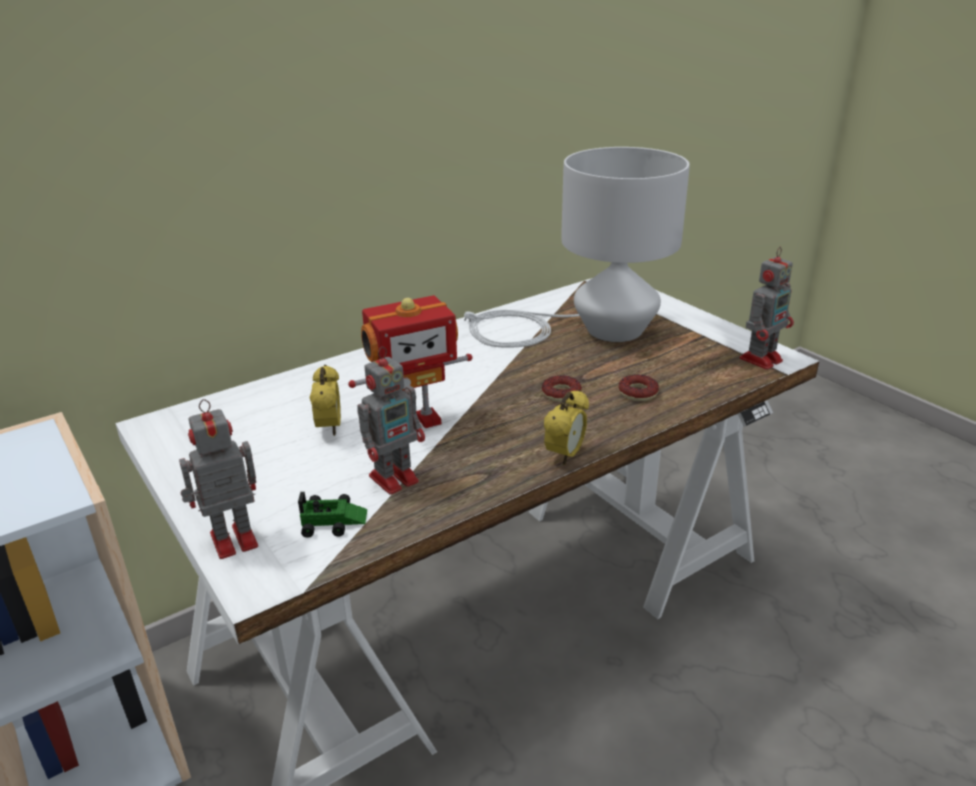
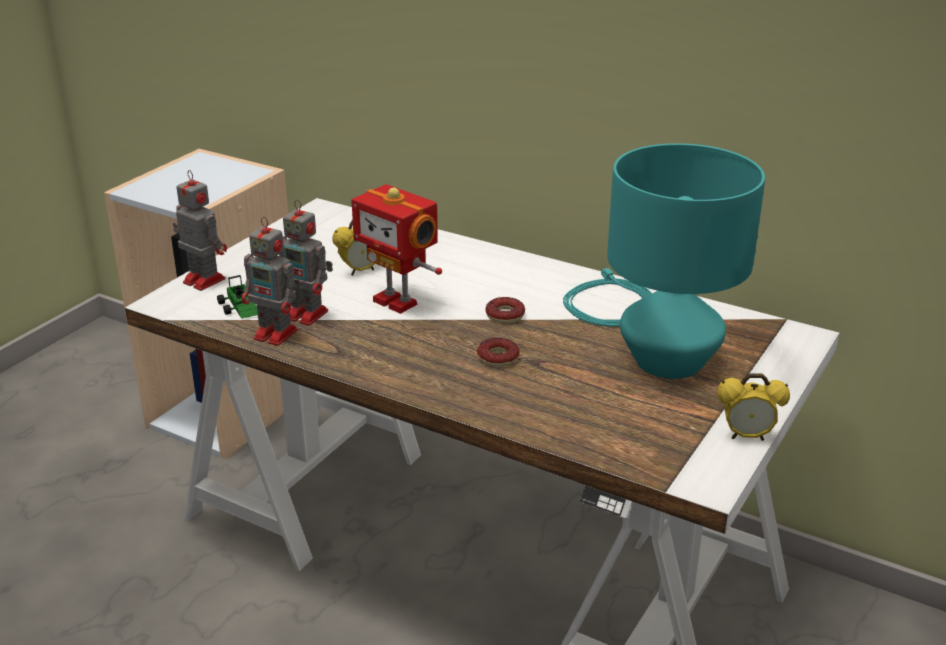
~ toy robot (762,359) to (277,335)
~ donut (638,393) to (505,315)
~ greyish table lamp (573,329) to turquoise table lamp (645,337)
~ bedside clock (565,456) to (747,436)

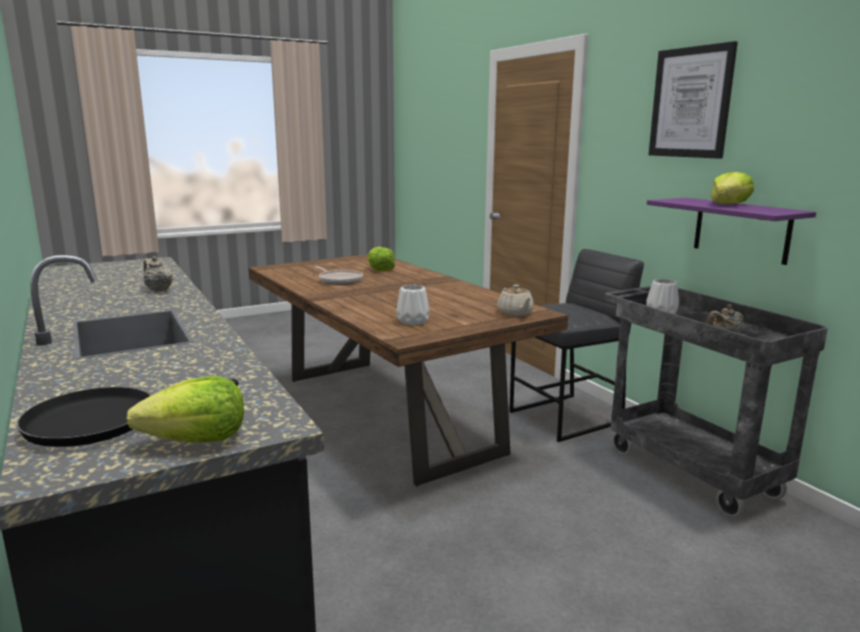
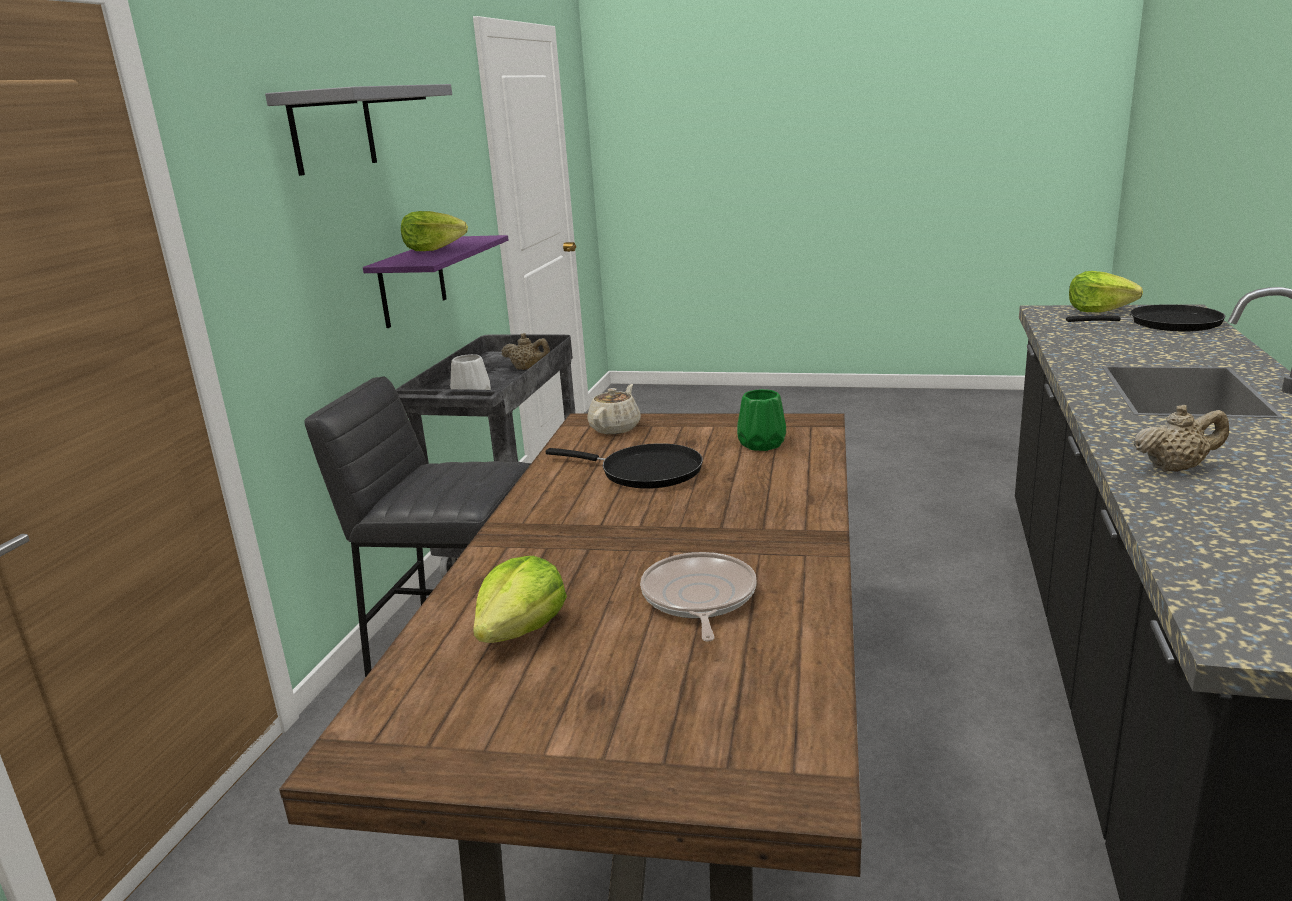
~ wall art (691,103) to greyish bracket shelf (332,130)
+ black pan (644,472)
~ white-coloured flower vase (413,321) to greenish flower vase (760,444)
~ sand-coloured pot for tea (158,290) = (1175,468) 90 degrees counterclockwise

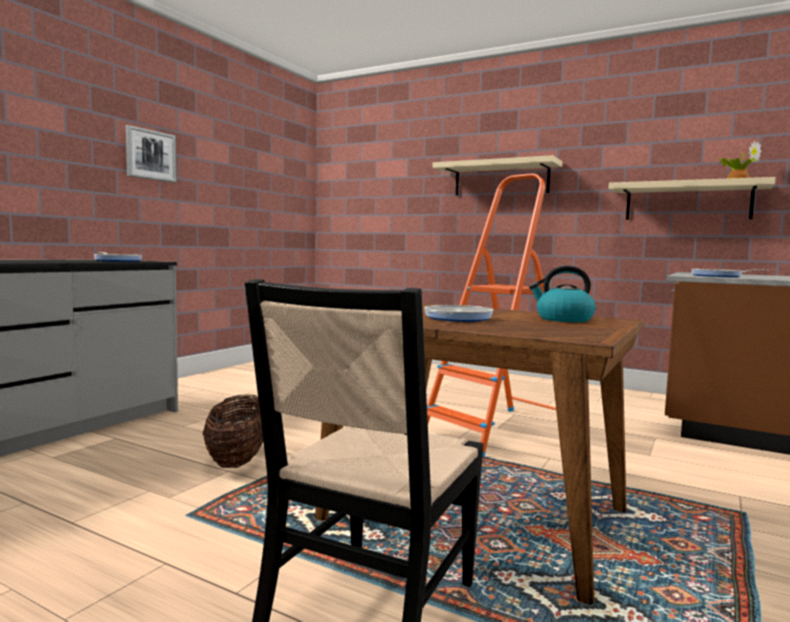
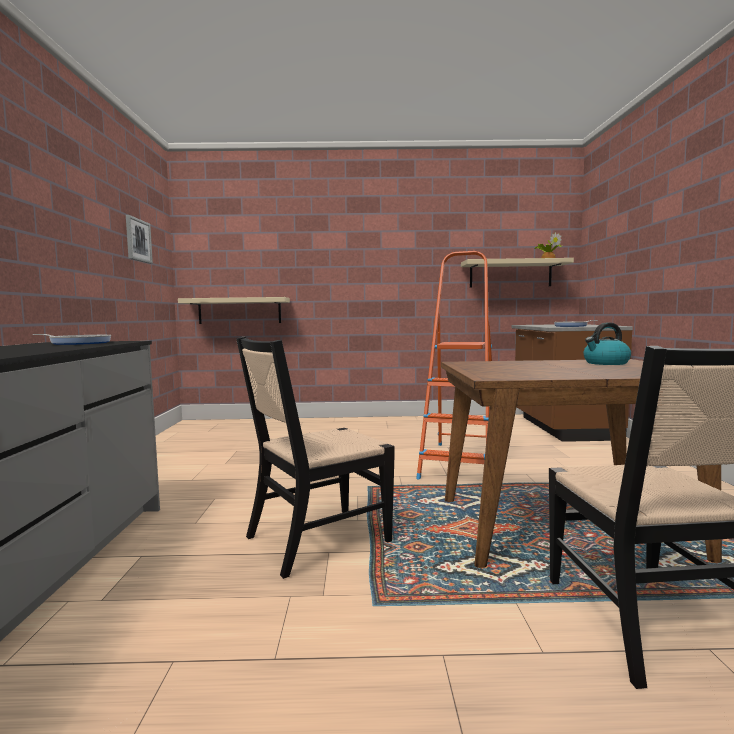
~ wall art (150,155) to (138,240)
~ sand-coloured bracket shelf (501,179) to (239,311)
~ basket (238,460) to upright chair (317,540)
- pan (455,318)

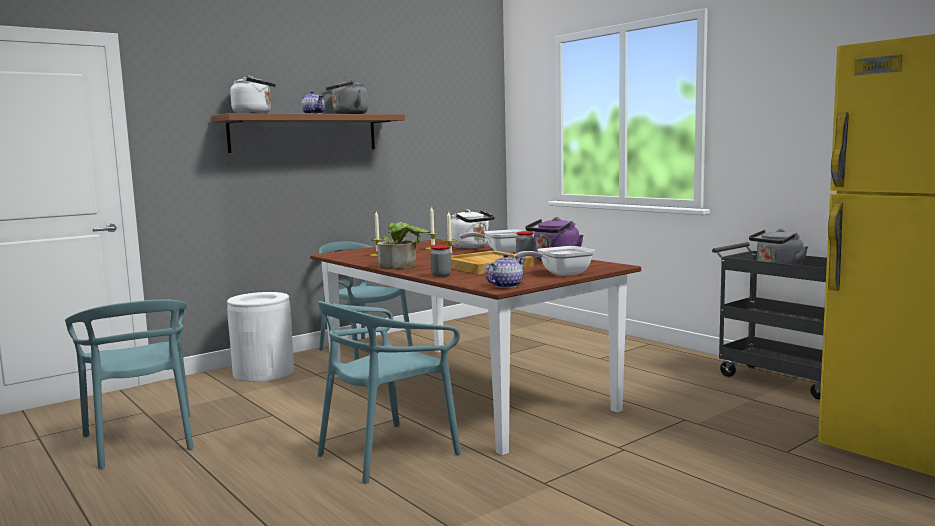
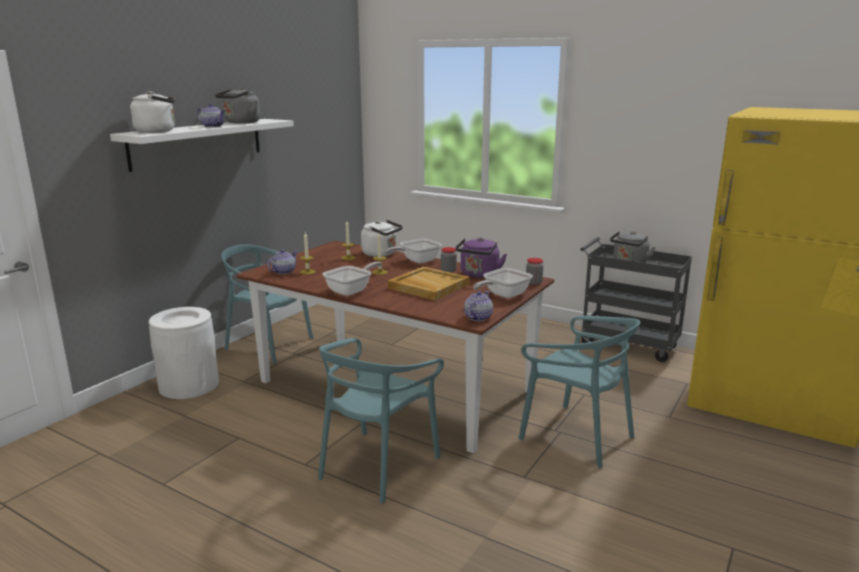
~ brownish bracket shelf (304,133) to white-coloured bracket shelf (198,143)
+ pot for tea (283,272)
~ houseplant (402,266) to pan (352,290)
~ turquoise upright chair (142,441) to (576,436)
~ jar (441,275) to (533,282)

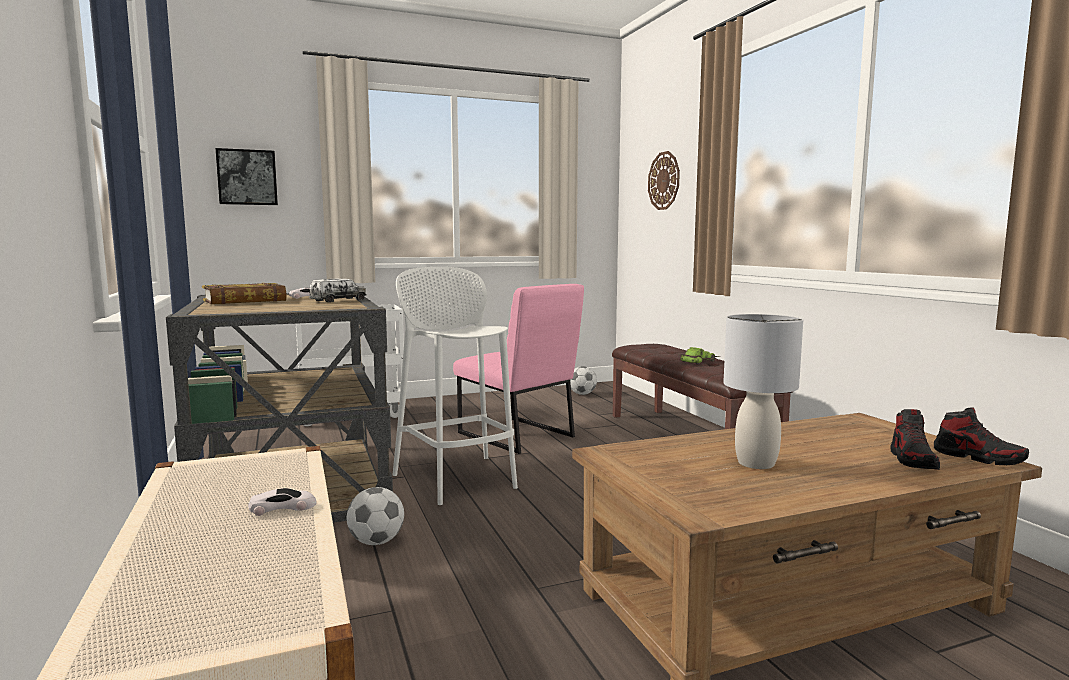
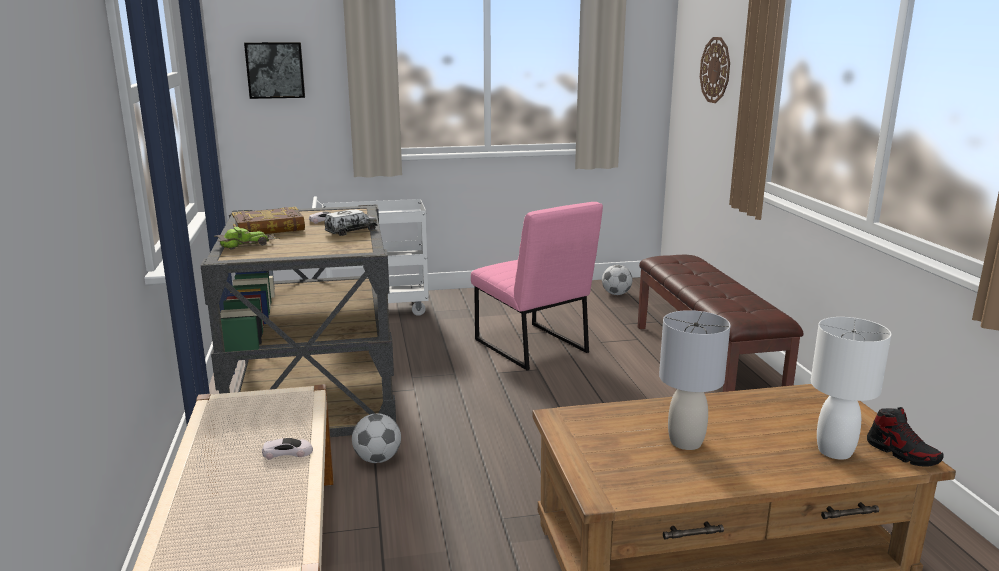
~ model car (699,361) to (247,244)
~ shoe (913,460) to white-coloured table lamp (835,451)
- white-coloured stool (458,479)

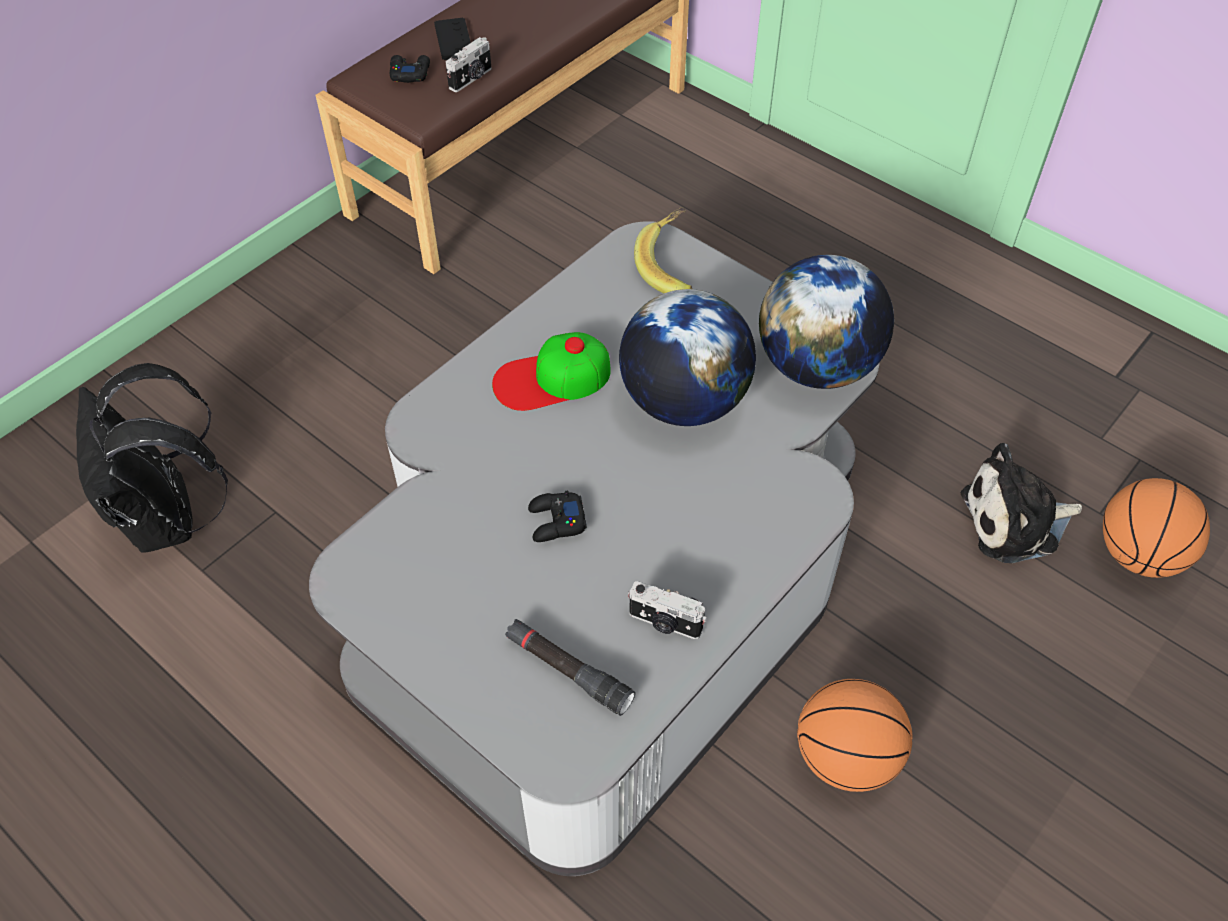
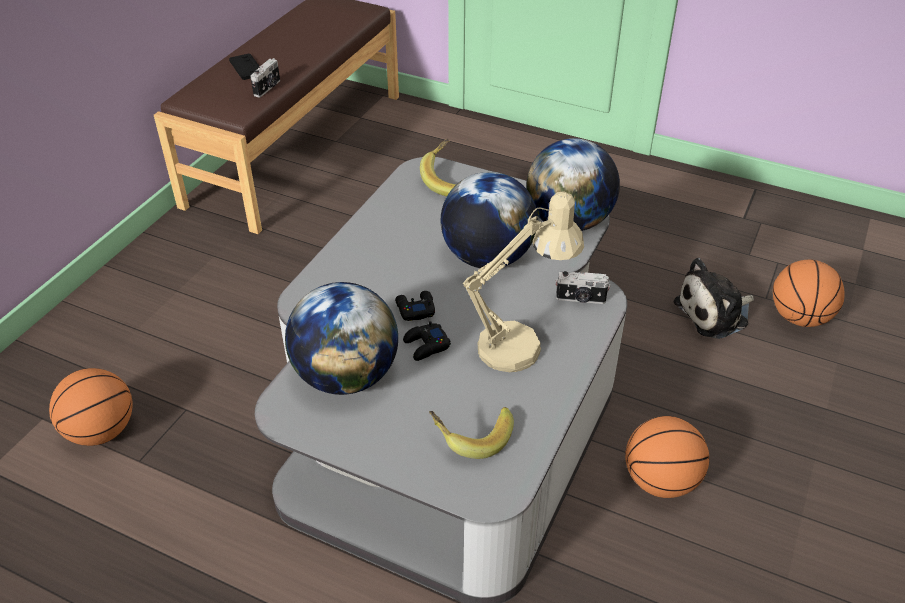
~ black rucksack (169,519) to basketball (101,431)
+ world globe (346,376)
~ black game controller (409,73) to (415,309)
~ black torch (568,671) to banana fruit (471,436)
+ sand-coloured table lamp (521,344)
~ photo camera (665,623) to (580,299)
- baseball cap (551,379)

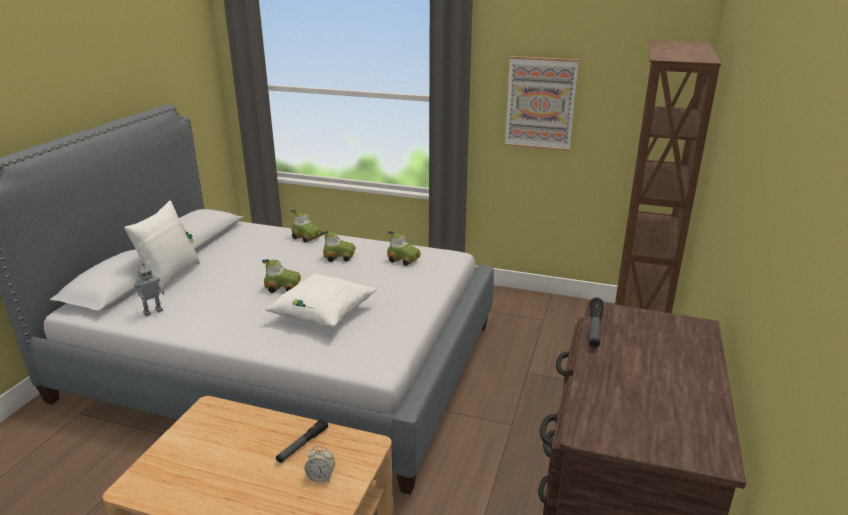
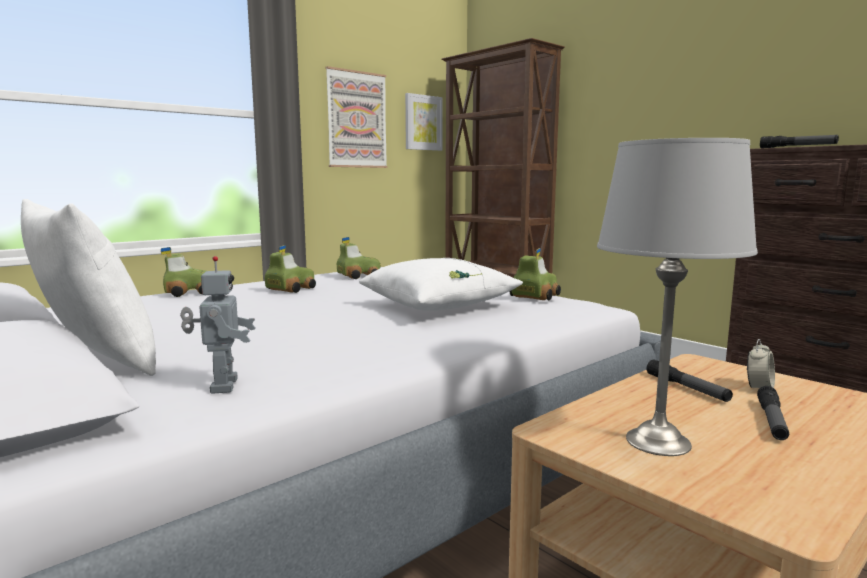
+ wall art (423,122)
~ model car (283,286) to (534,296)
+ greyish table lamp (658,441)
+ torch (772,421)

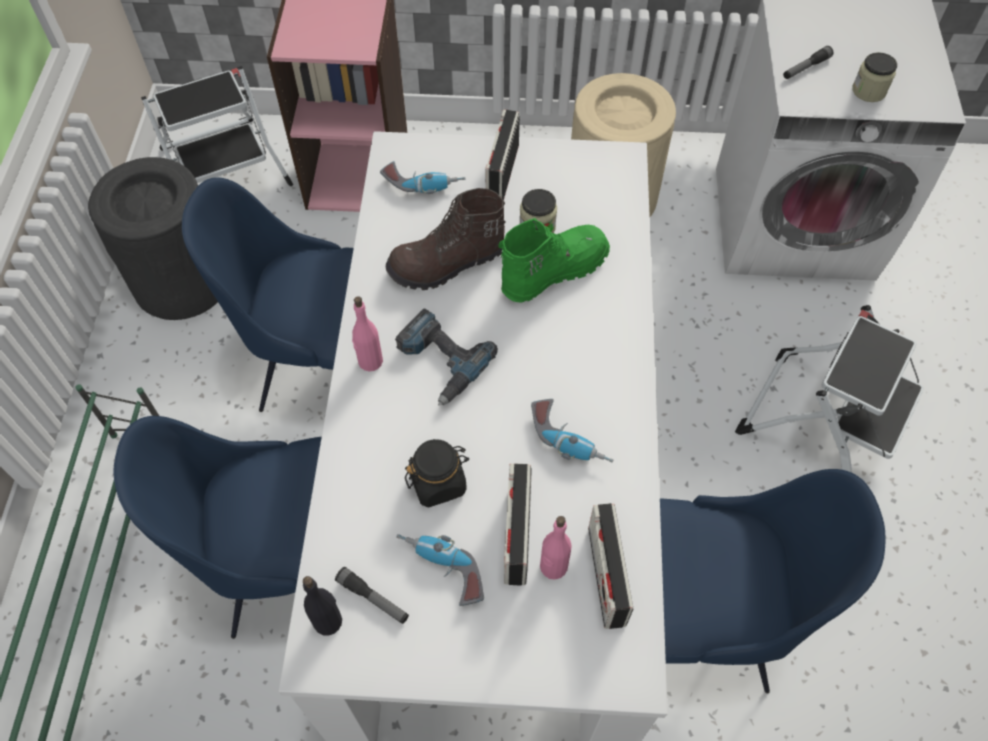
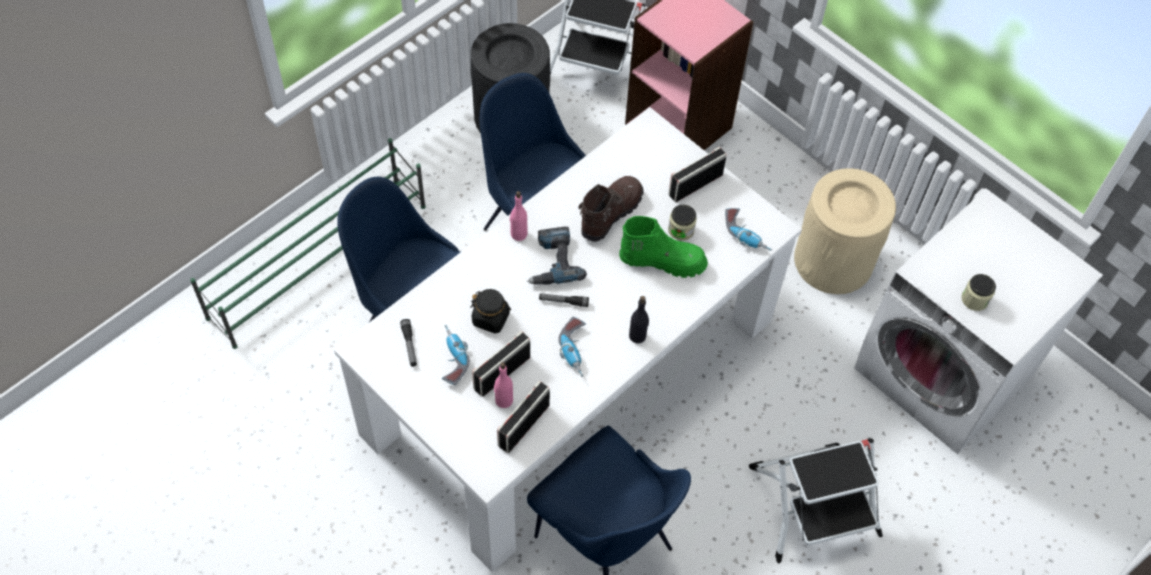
~ torch (805,68) to (563,301)
~ brownish high-top boot (447,264) = (610,213) 105 degrees clockwise
~ black bottle (328,621) to (637,336)
~ electric drill (423,183) to (746,235)

